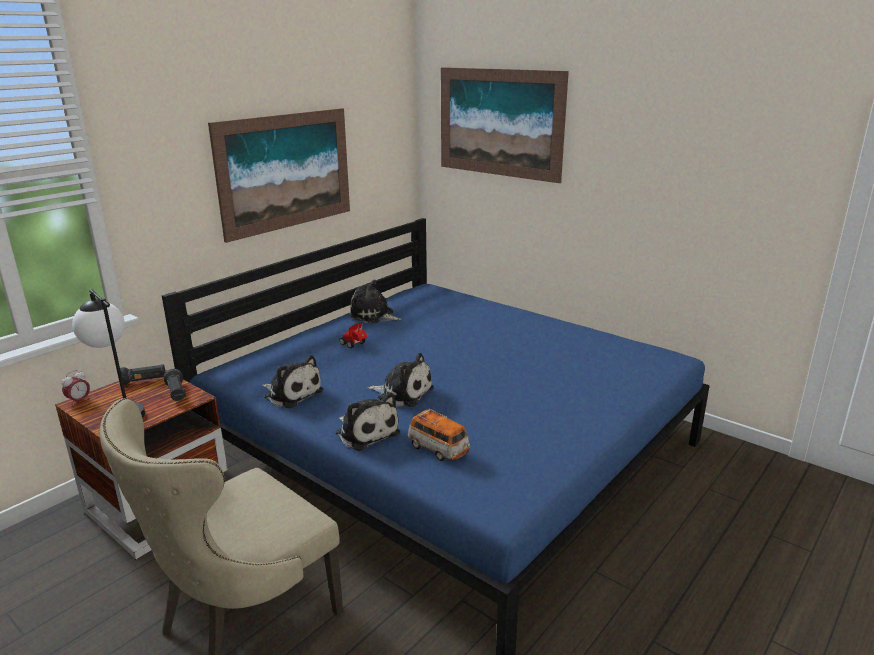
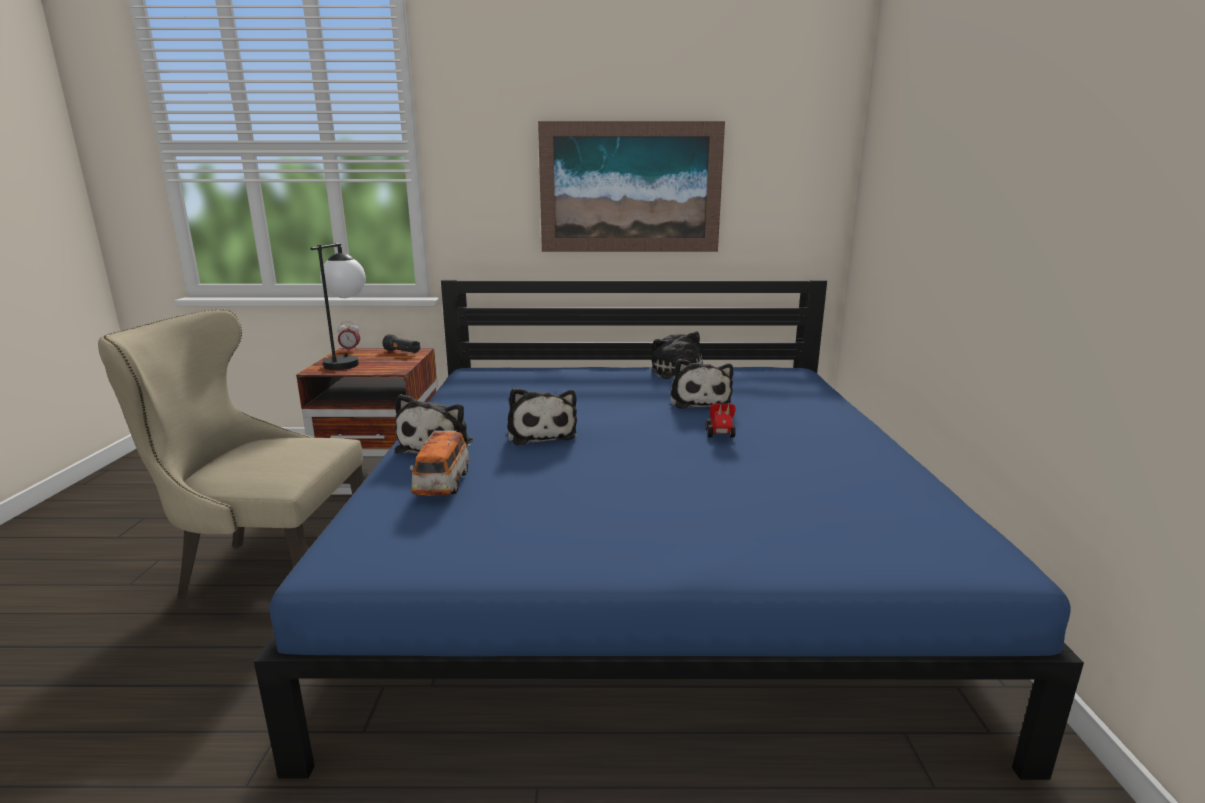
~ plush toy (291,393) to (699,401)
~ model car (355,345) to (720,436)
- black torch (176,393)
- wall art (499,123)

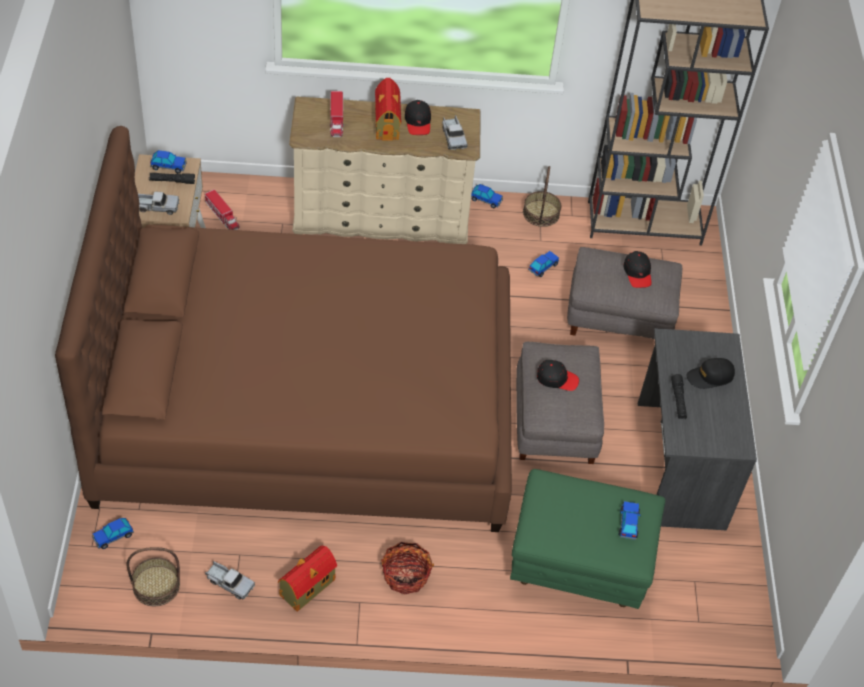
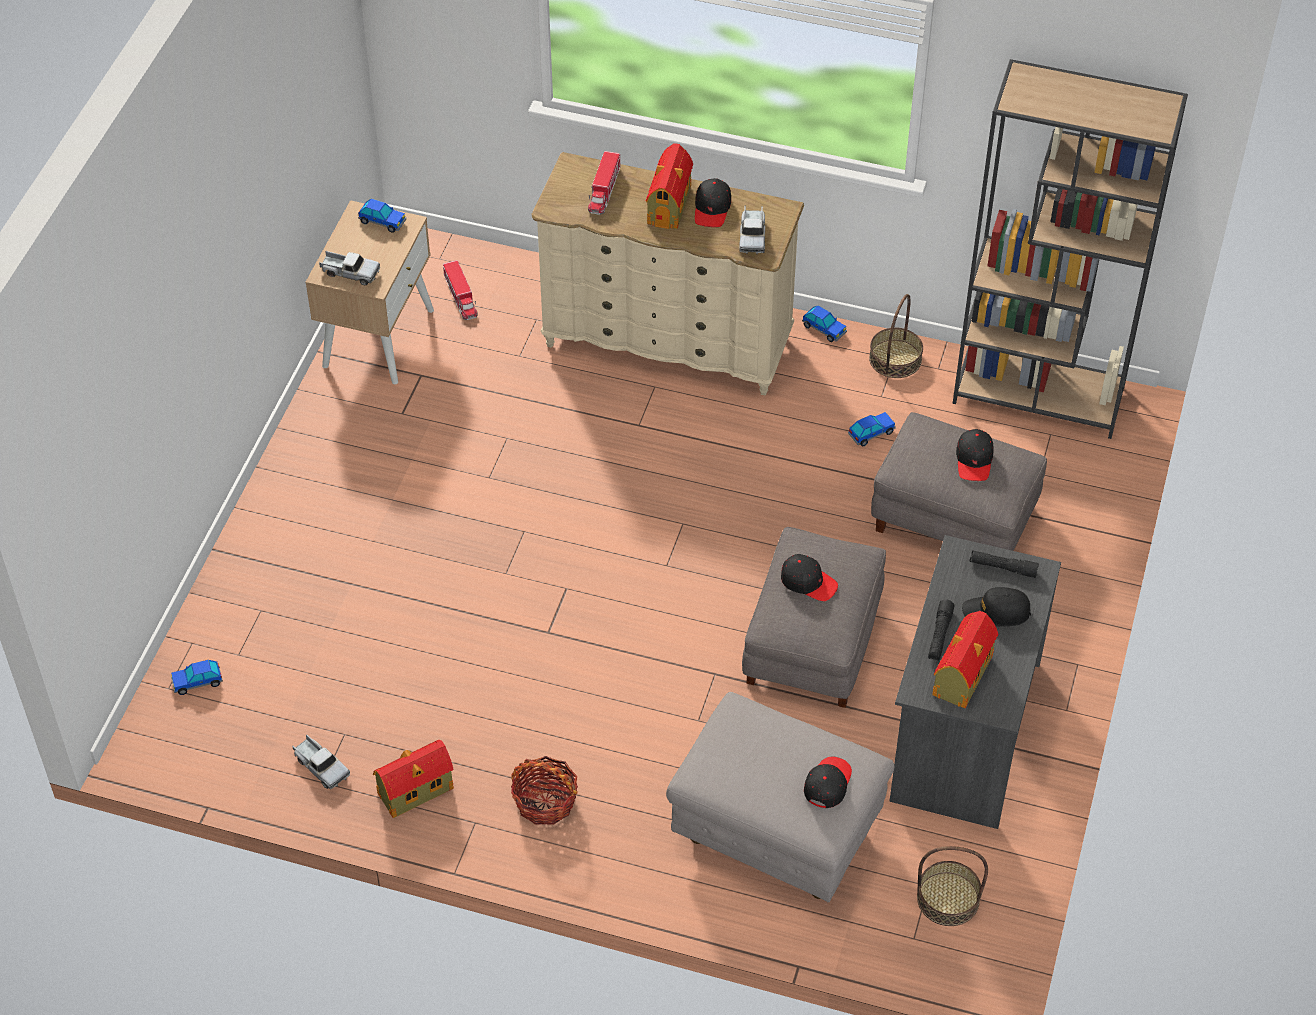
~ greenish footrest (577,566) to greyish footrest (774,835)
~ model car (628,523) to black baseball cap (827,784)
~ basket (156,586) to (948,899)
+ toy house (961,677)
~ black torch (172,181) to (1003,568)
- brownish bed (306,406)

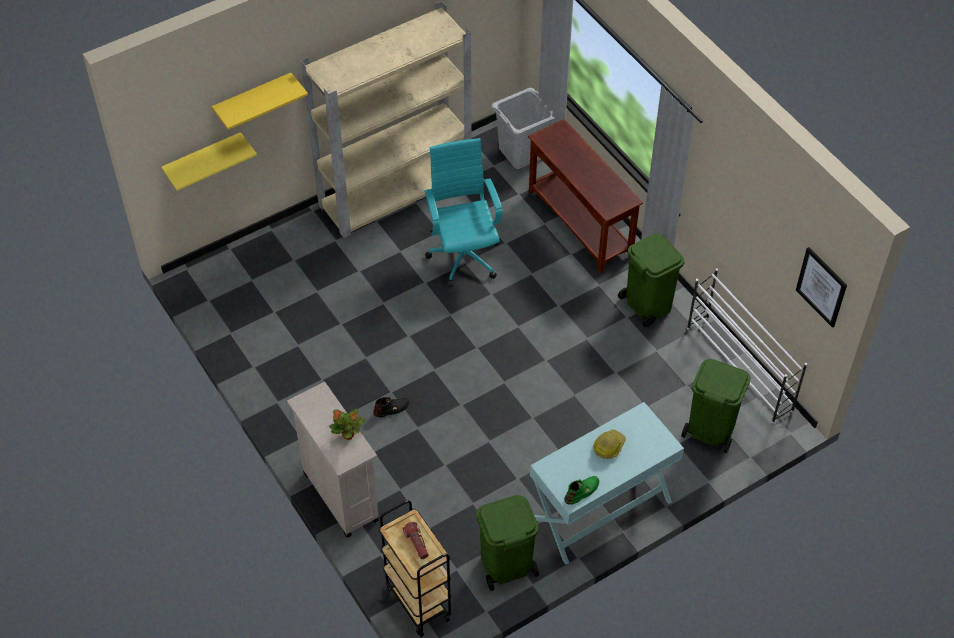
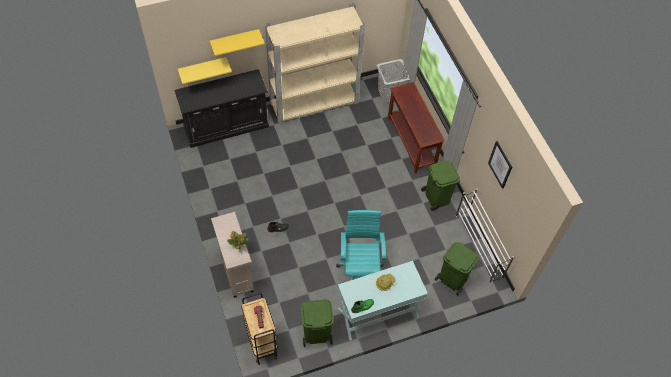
+ black cabinet (226,126)
~ turquoise desk chair (463,255) to (359,270)
~ wall art (821,287) to (500,164)

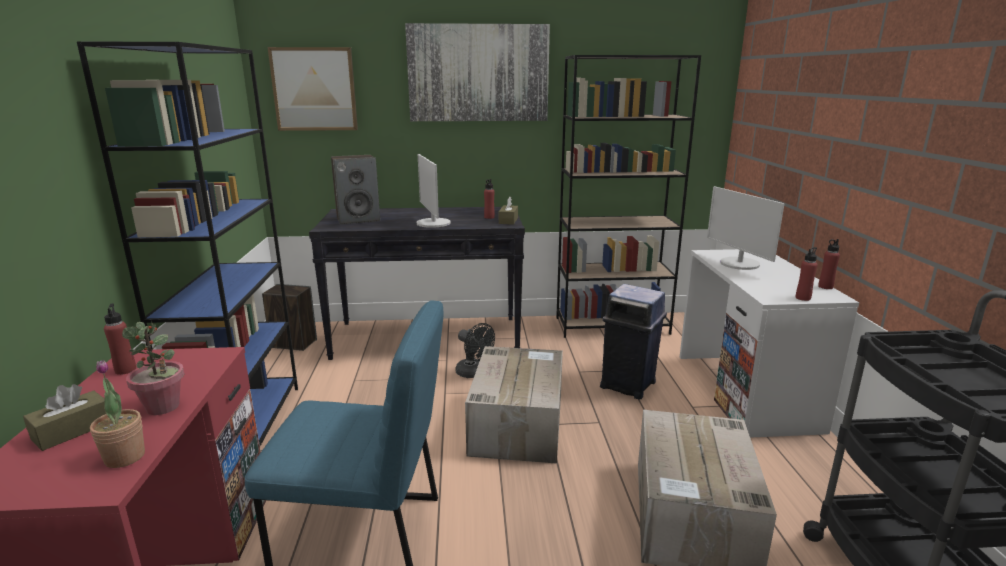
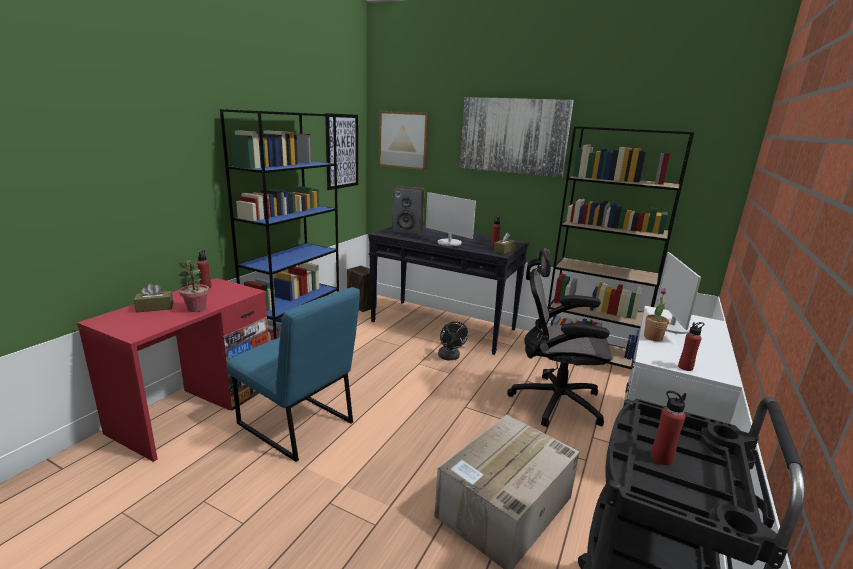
+ wall art (342,151)
~ computer screen (433,223) = (449,243) 60 degrees counterclockwise
~ blue trash can (629,385) to desk chair (556,403)
~ houseplant (125,457) to (653,337)
~ red bottle (825,287) to (661,457)
- carton (517,423)

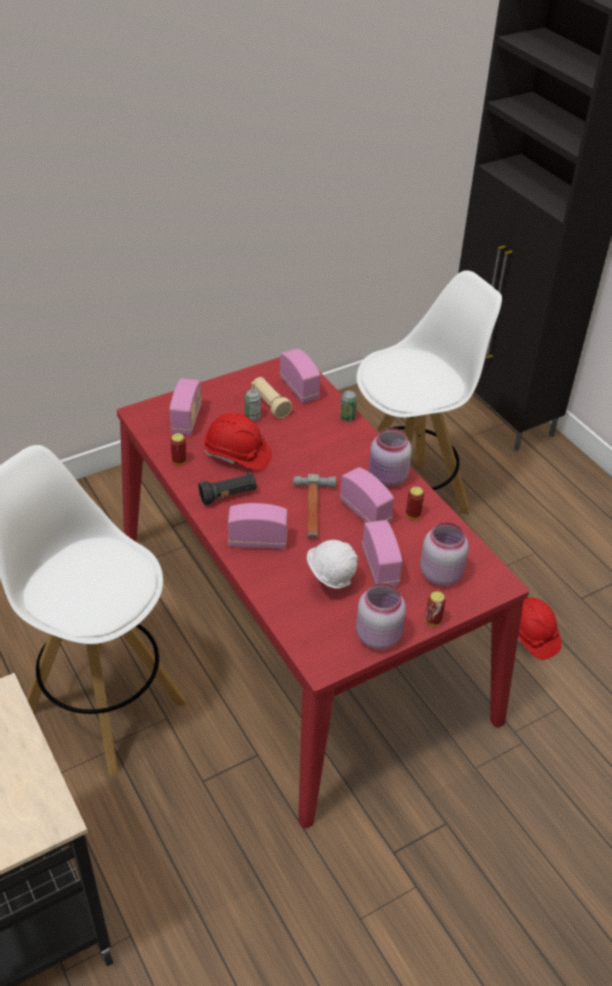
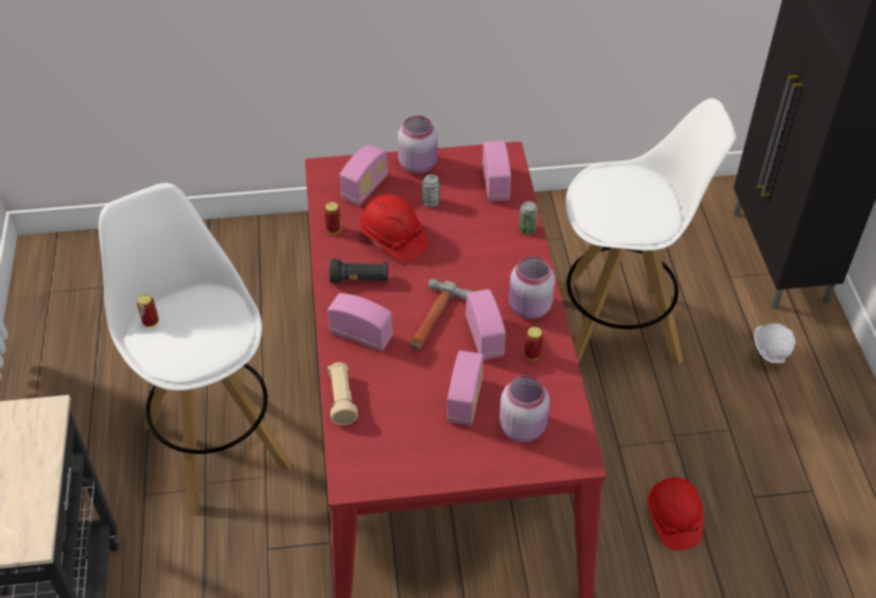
~ metal can (433,620) to (151,322)
~ sand-coloured torch (270,404) to (342,399)
~ pink jar (379,635) to (419,164)
~ white-coloured work helmet (329,583) to (767,356)

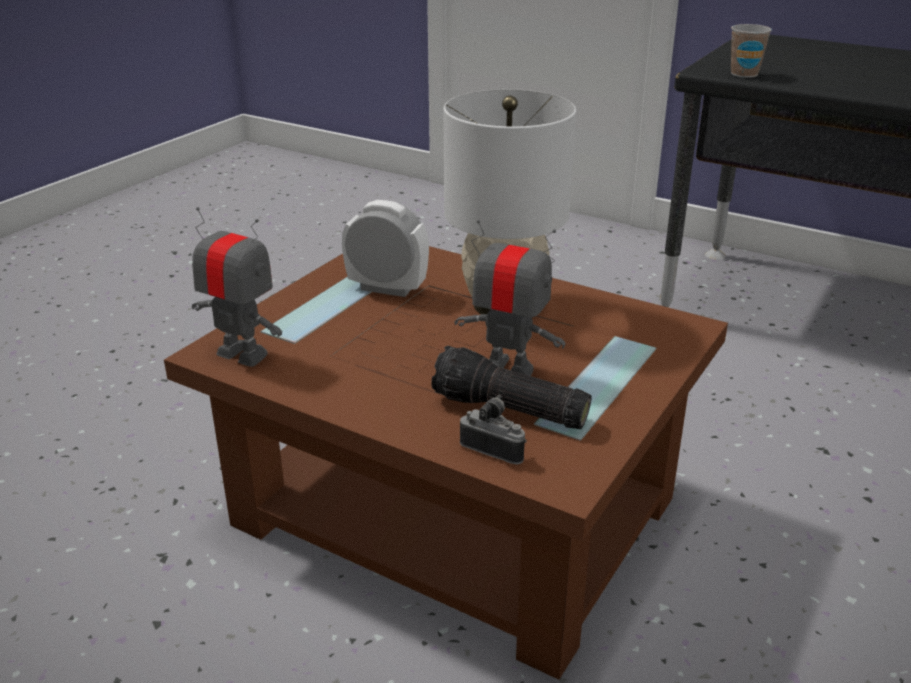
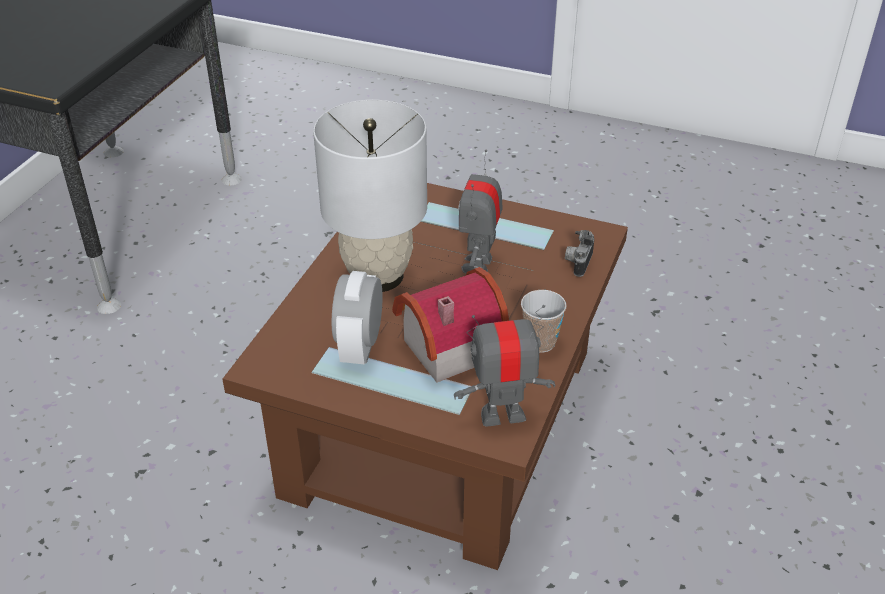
+ toy house (445,346)
~ toy robot (242,354) = (502,415) 60 degrees clockwise
~ small cup (744,74) to (540,342)
- torch (507,410)

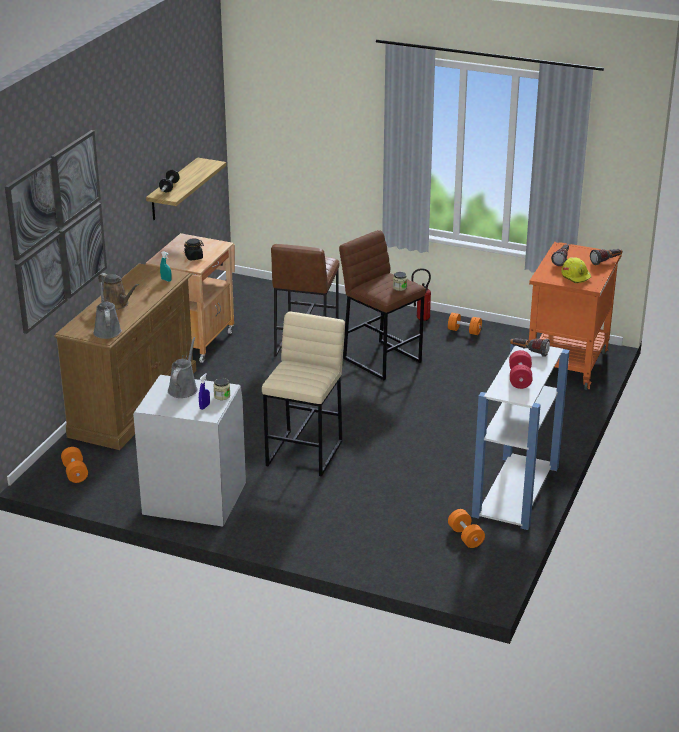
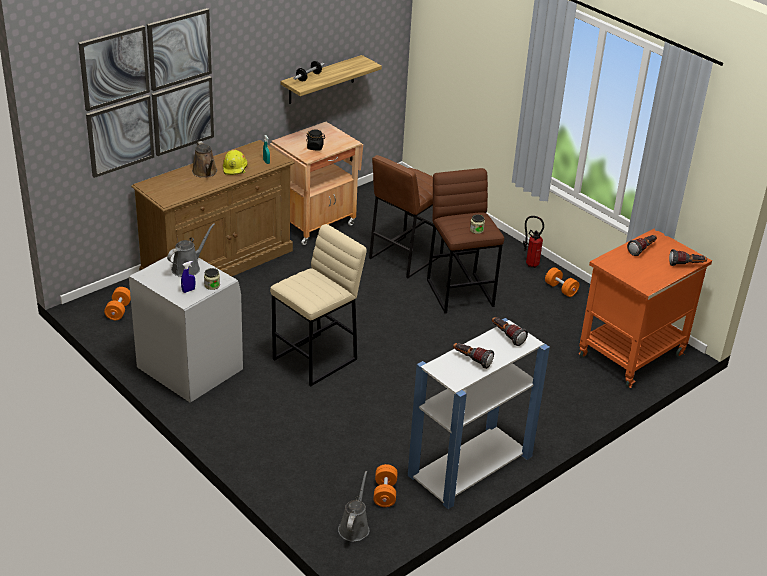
~ yellow-coloured work helmet (576,276) to (235,168)
~ greyish watering can (107,330) to (354,527)
~ red hand weight (520,378) to torch (471,360)

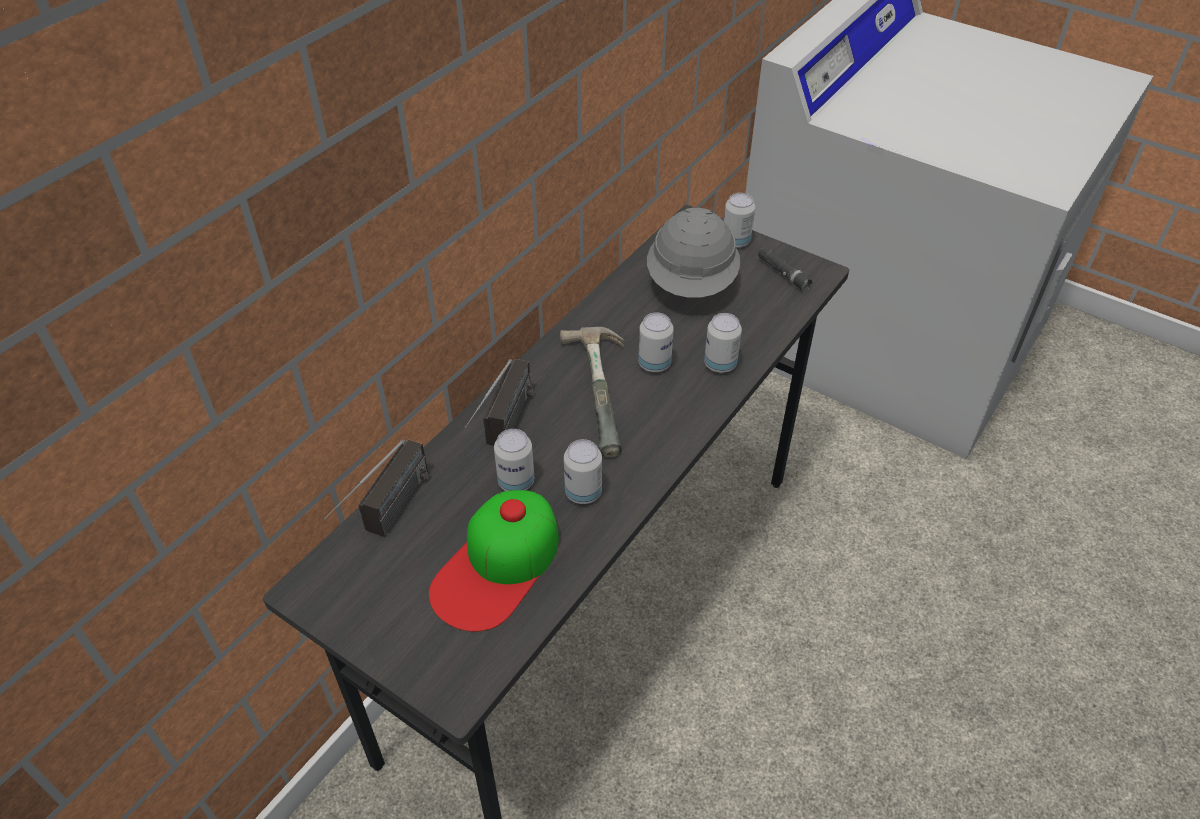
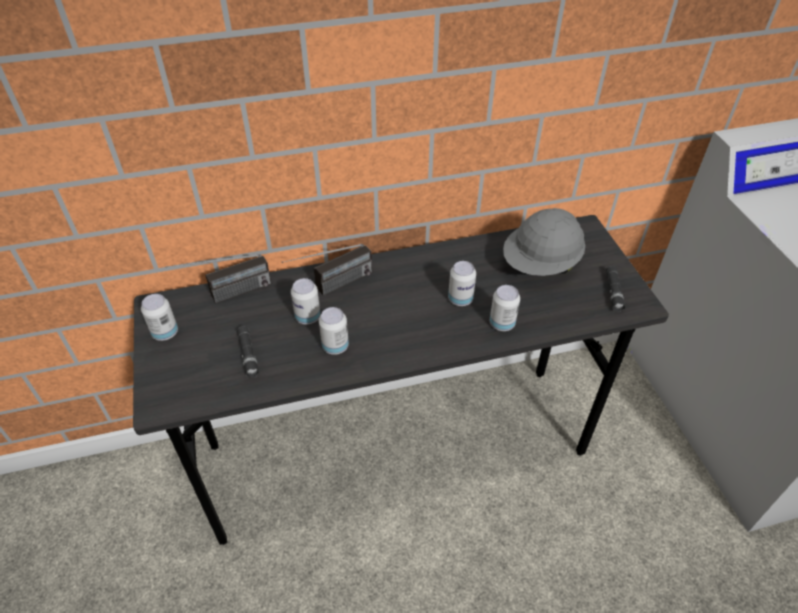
~ metal can (736,241) to (165,333)
~ baseball cap (497,566) to black torch (248,355)
- tool hammer (608,391)

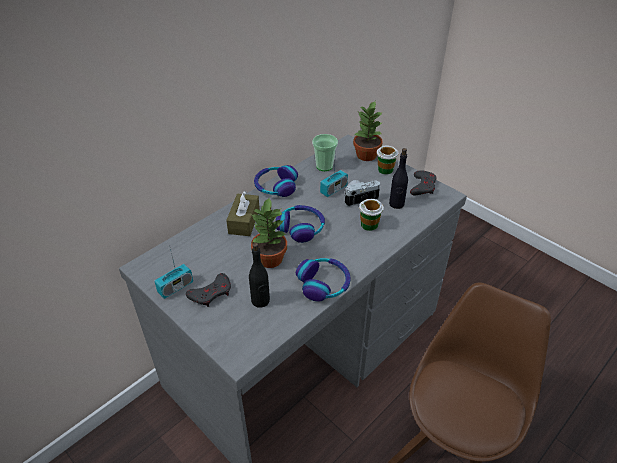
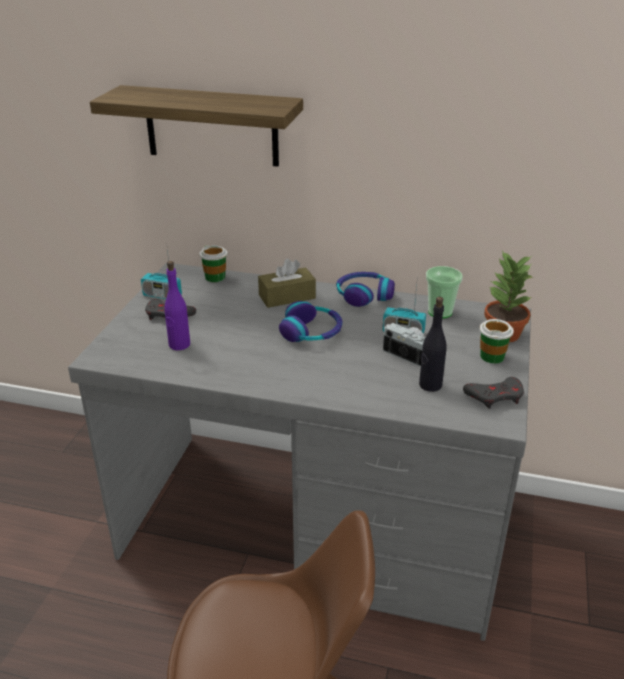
+ bracket shelf (211,126)
~ black bottle (260,301) to purple-coloured bottle (179,345)
~ small cup (369,224) to (215,277)
- houseplant (269,259)
- pair of headphones (324,284)

